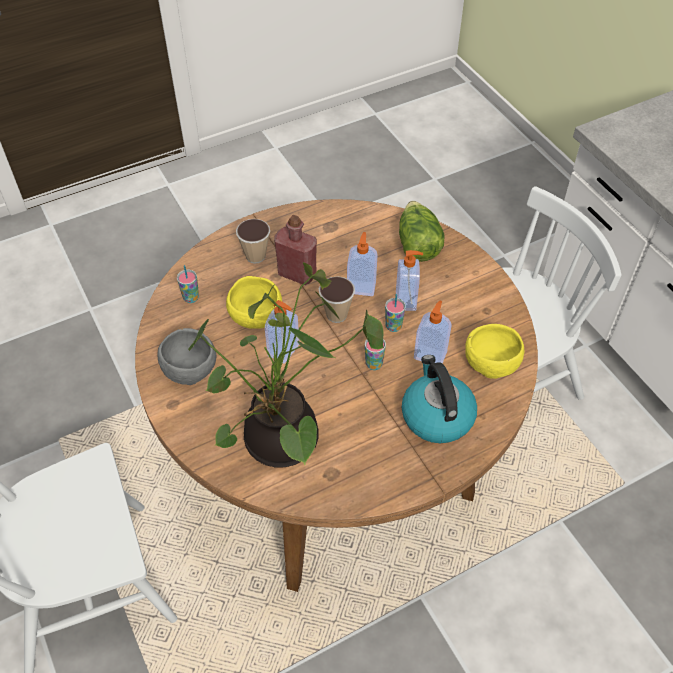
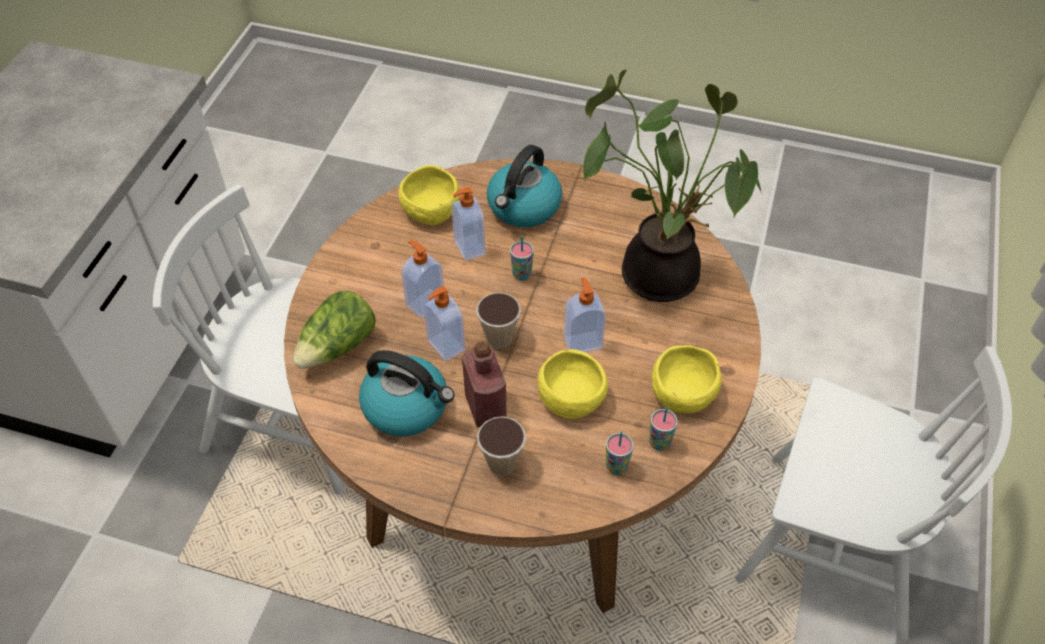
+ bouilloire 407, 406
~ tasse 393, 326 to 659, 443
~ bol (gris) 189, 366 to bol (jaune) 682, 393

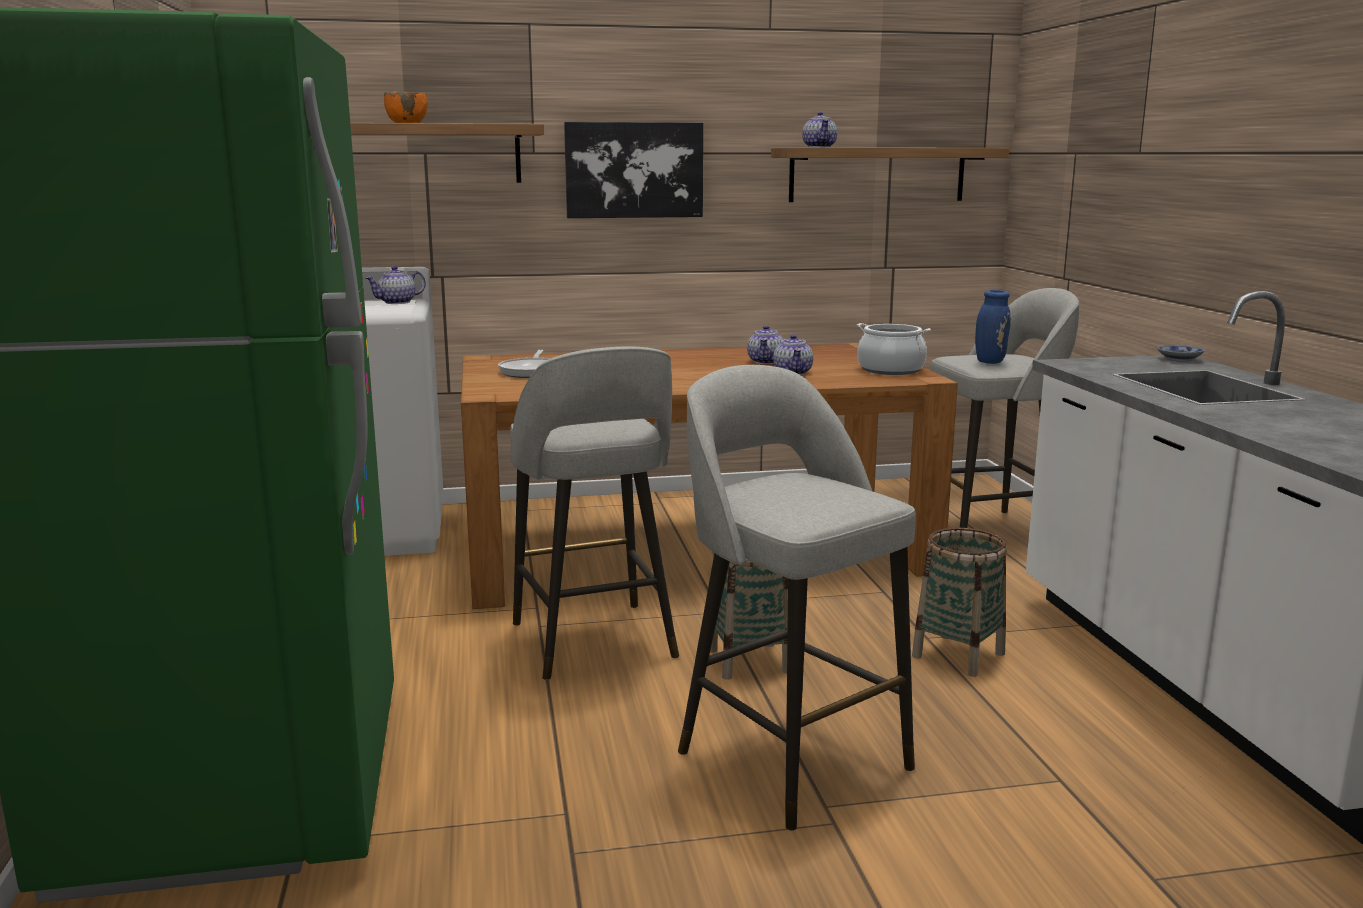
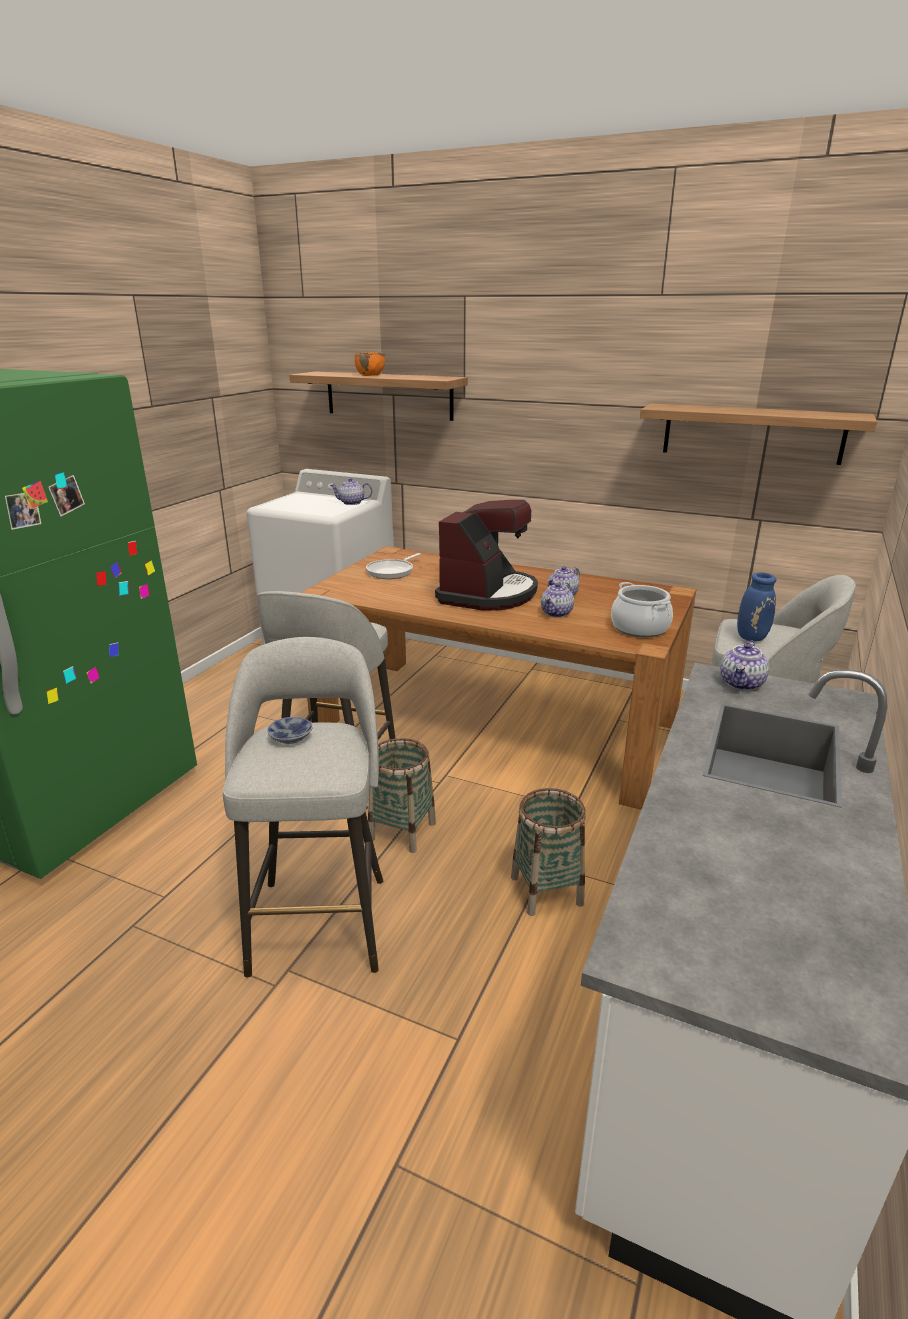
~ bol 1181, 359 to 291, 738
+ machine à café 488, 594
~ théière 820, 147 to 742, 684
- tableau 634, 170

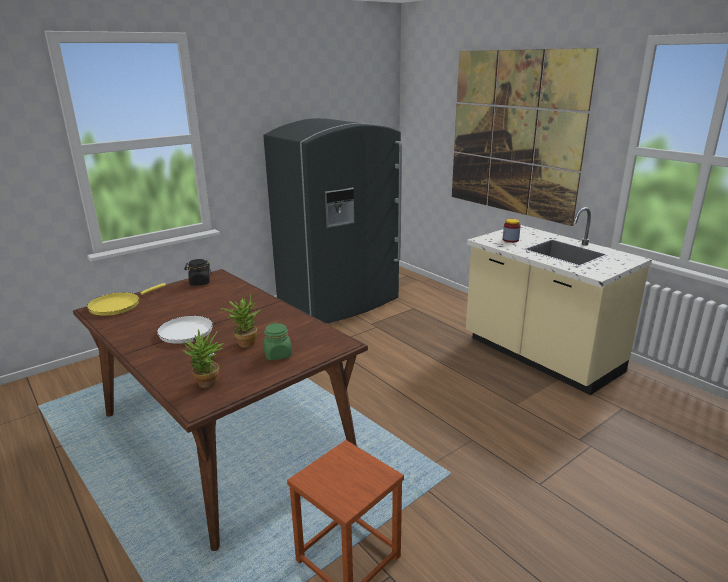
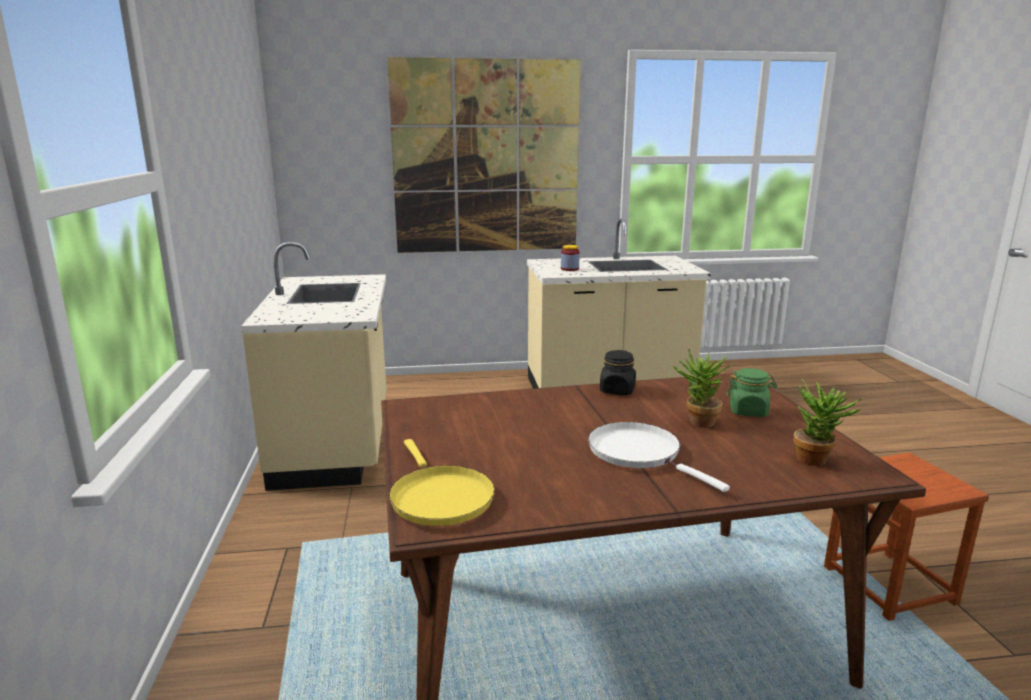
~ réfrigérateur (gris) 340, 302 to comptoir de cuisine (beige) 337, 441
~ poêle (blanc) 188, 334 = 639, 453 60 degrees clockwise
~ bocal (noir) 199, 282 to 617, 390

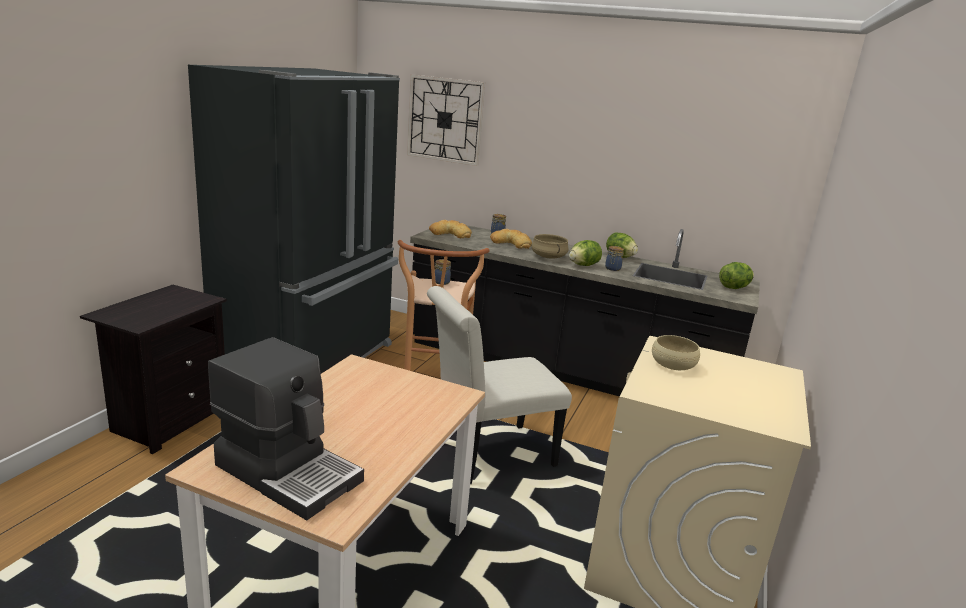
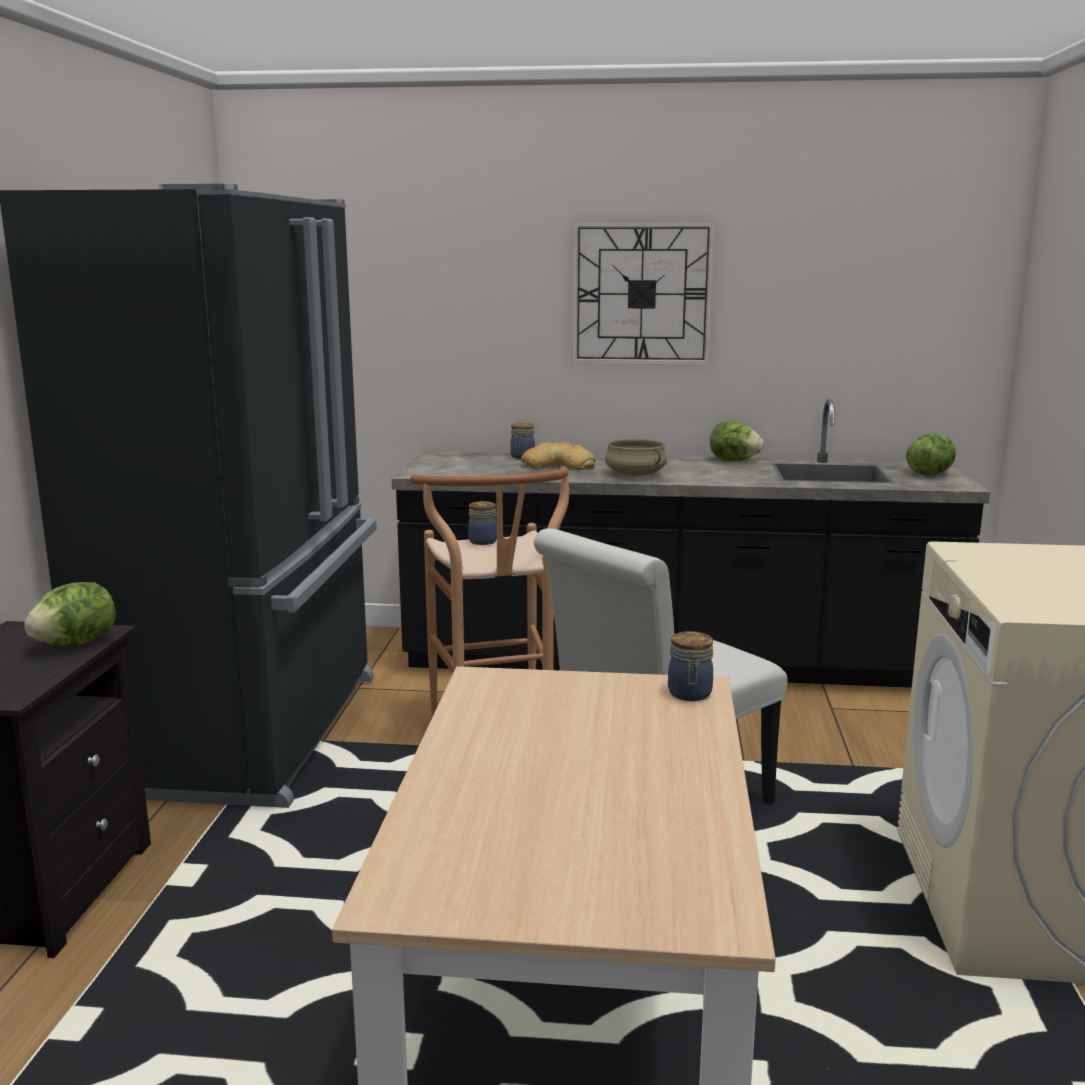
~ laitue 583, 265 to 75, 643
~ horloge murale 445, 120 to 641, 294
~ bocal 612, 269 to 690, 694
- machine à café 289, 472
- pain 450, 234
- bol (beige) 672, 364

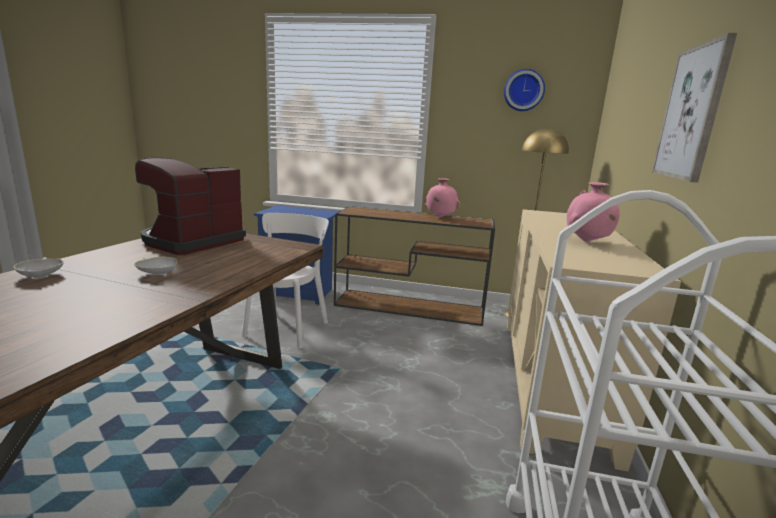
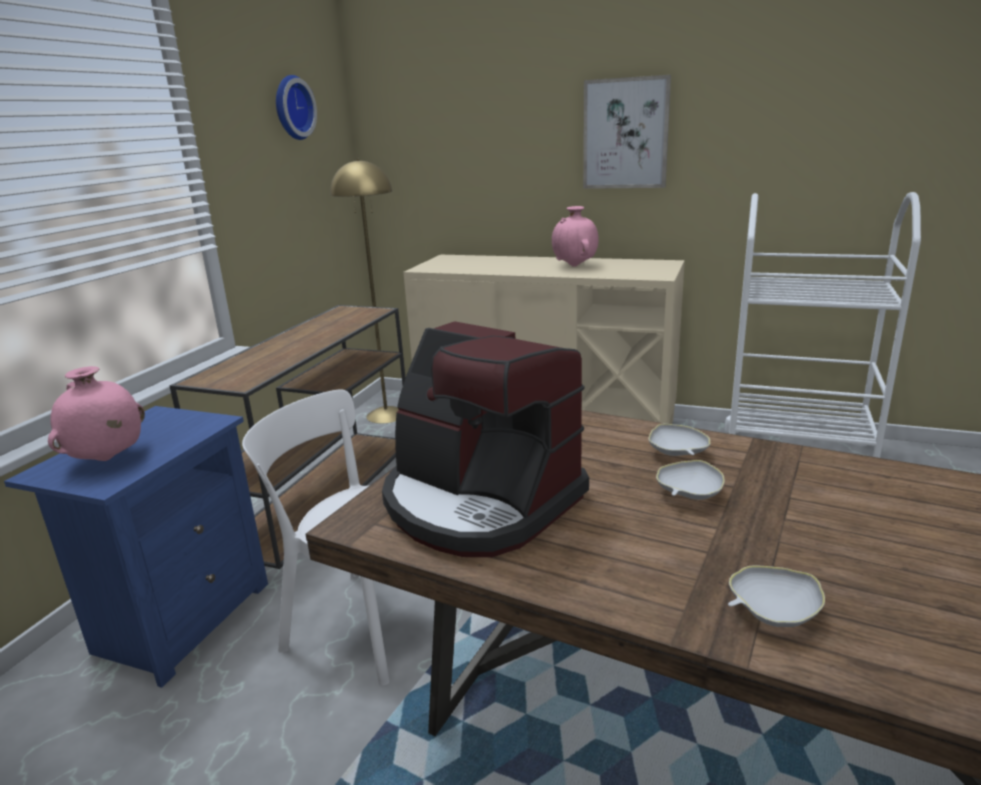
~ vase (rose) 440, 217 to 107, 460
+ bol (blanc) 677, 453

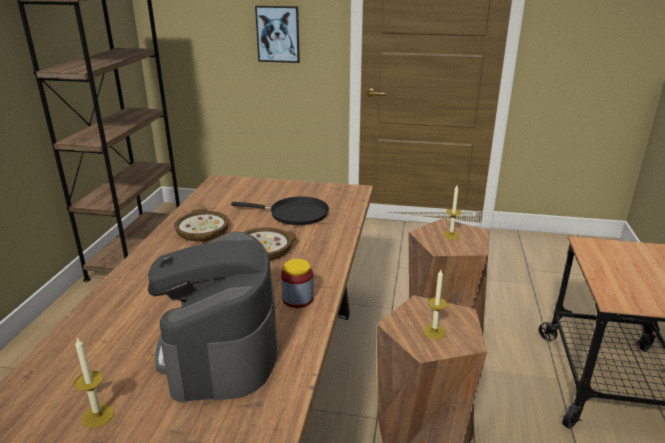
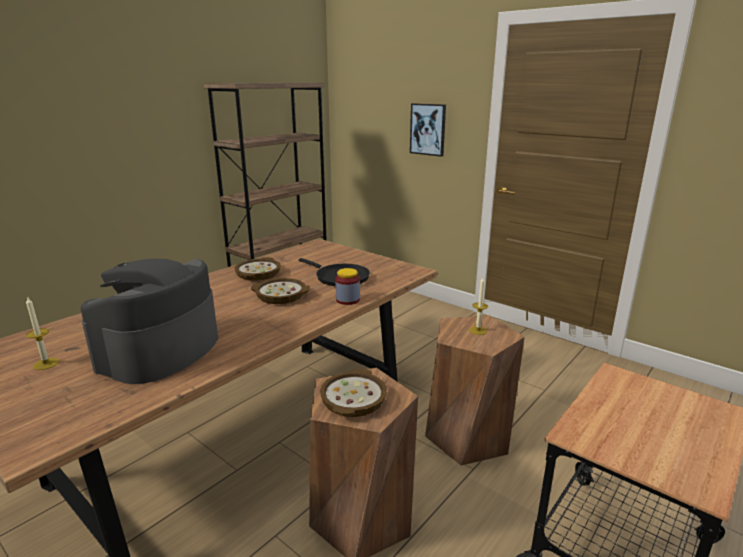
~ bougie 434, 331 to bol 354, 400
~ bocal 298, 299 to 347, 300

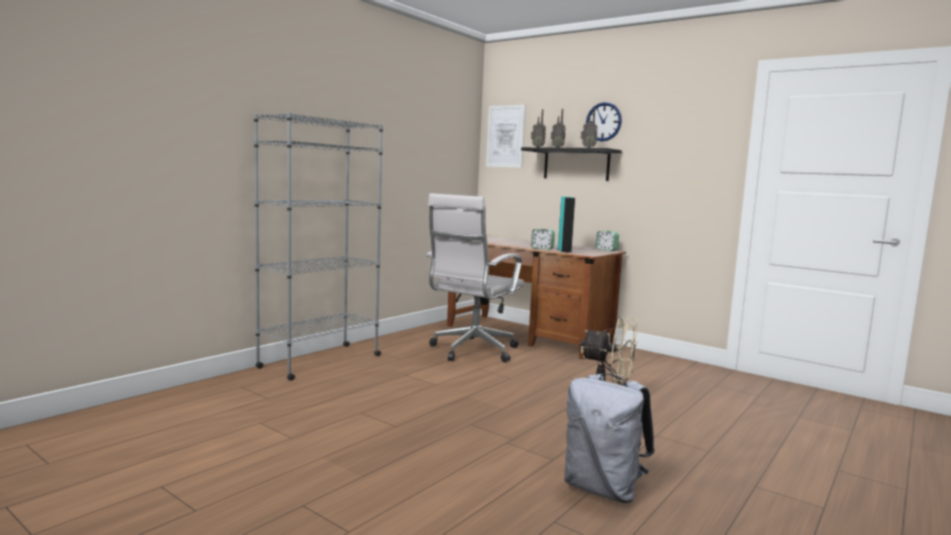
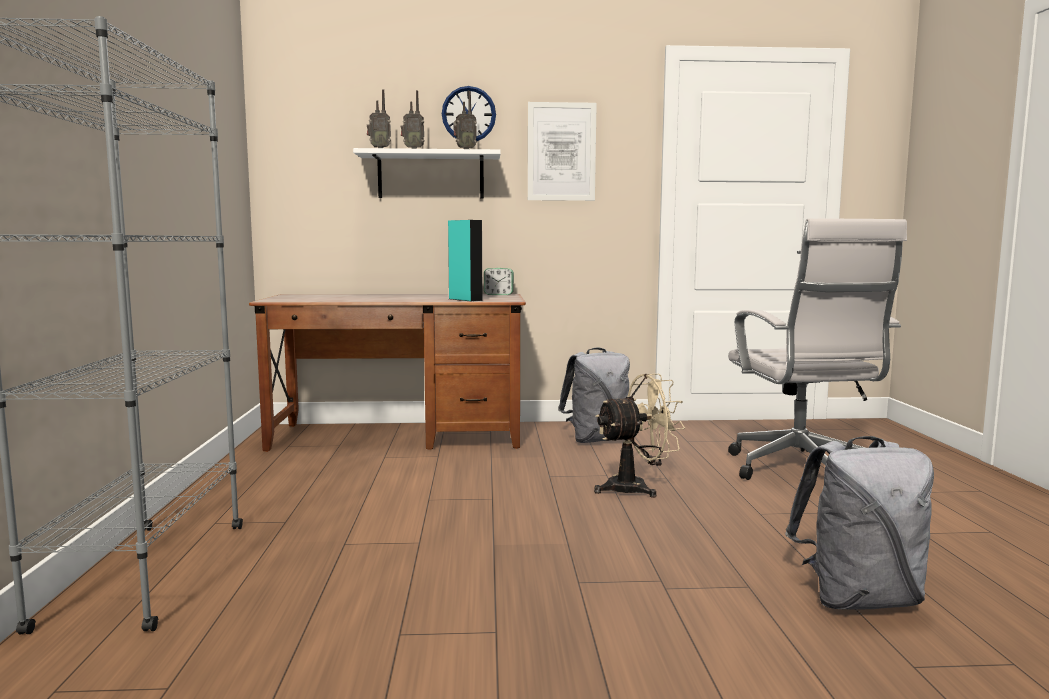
~ étagère (noir) 576, 164 to étagère (blanc) 431, 176
~ tableau 505, 136 to 561, 152
+ sac à dos (gris) 596, 439
~ chaise de bureau (blanc) 471, 351 to 801, 471
- réveil 542, 248

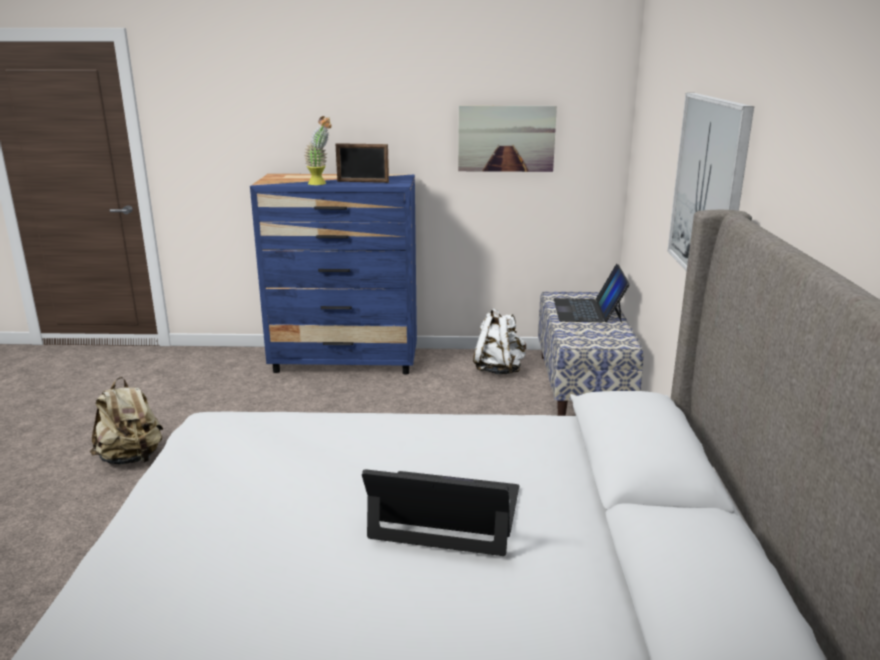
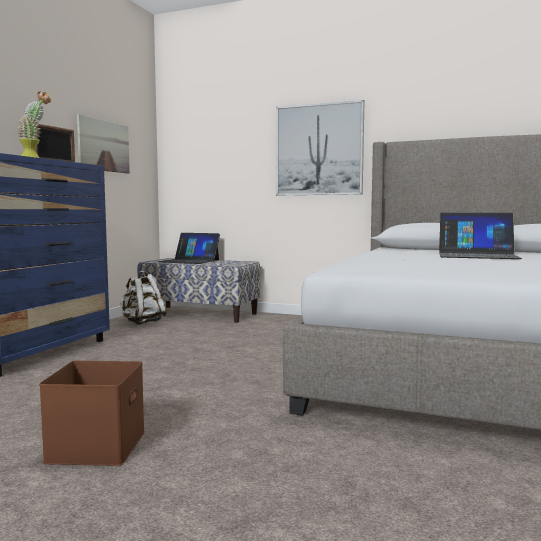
~ sac à dos (beige) 132, 458 to boîte de rangement (marron) 96, 445
~ ordinateur portable 446, 513 = 477, 255 105 degrees counterclockwise

